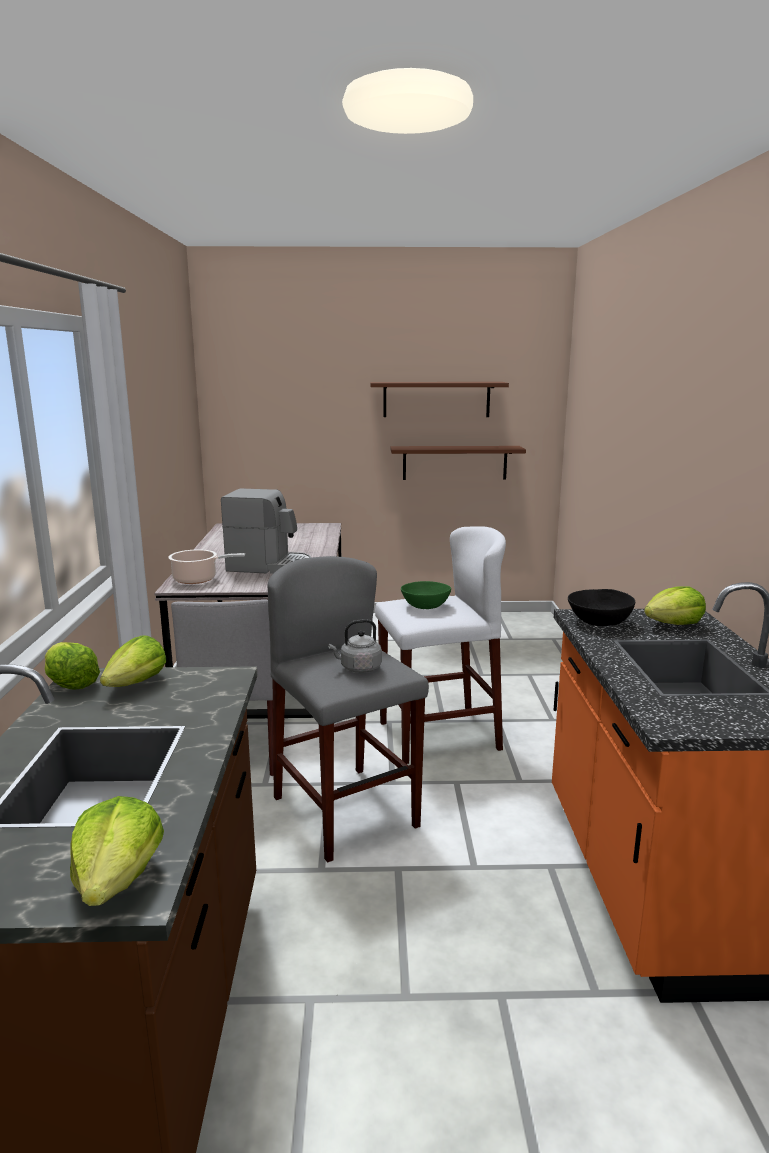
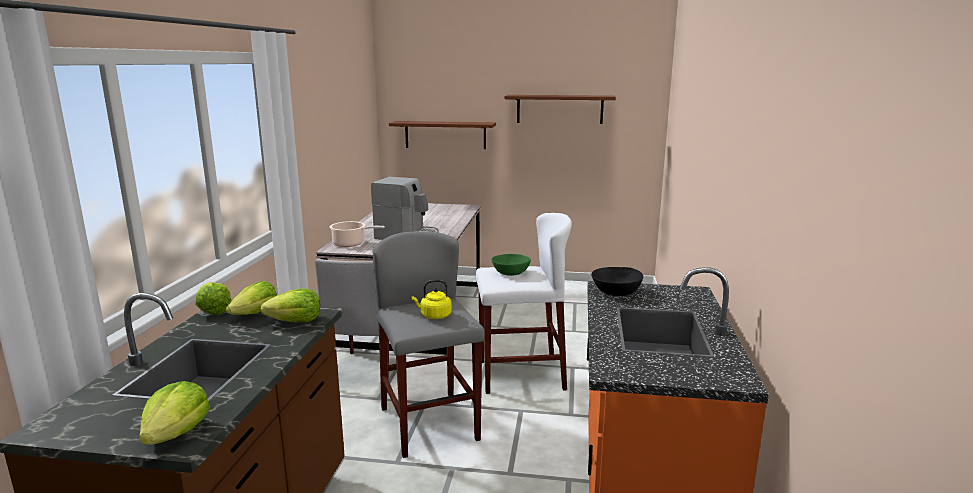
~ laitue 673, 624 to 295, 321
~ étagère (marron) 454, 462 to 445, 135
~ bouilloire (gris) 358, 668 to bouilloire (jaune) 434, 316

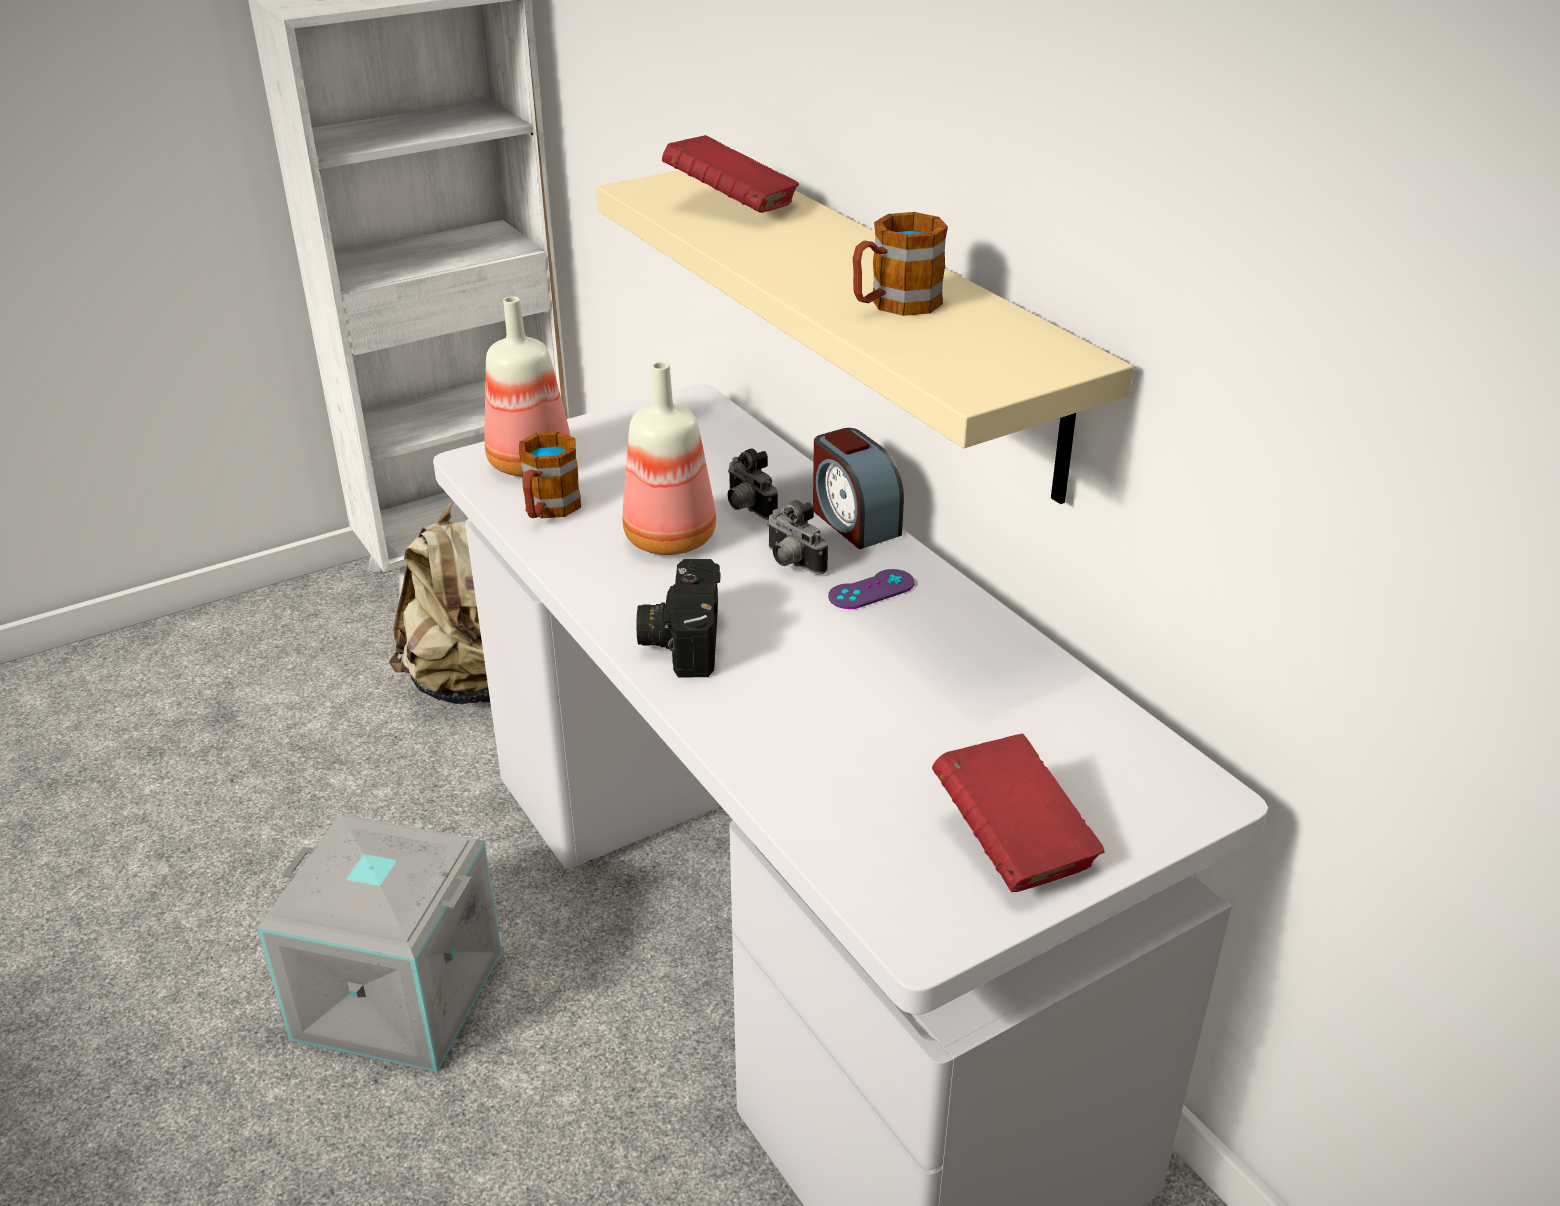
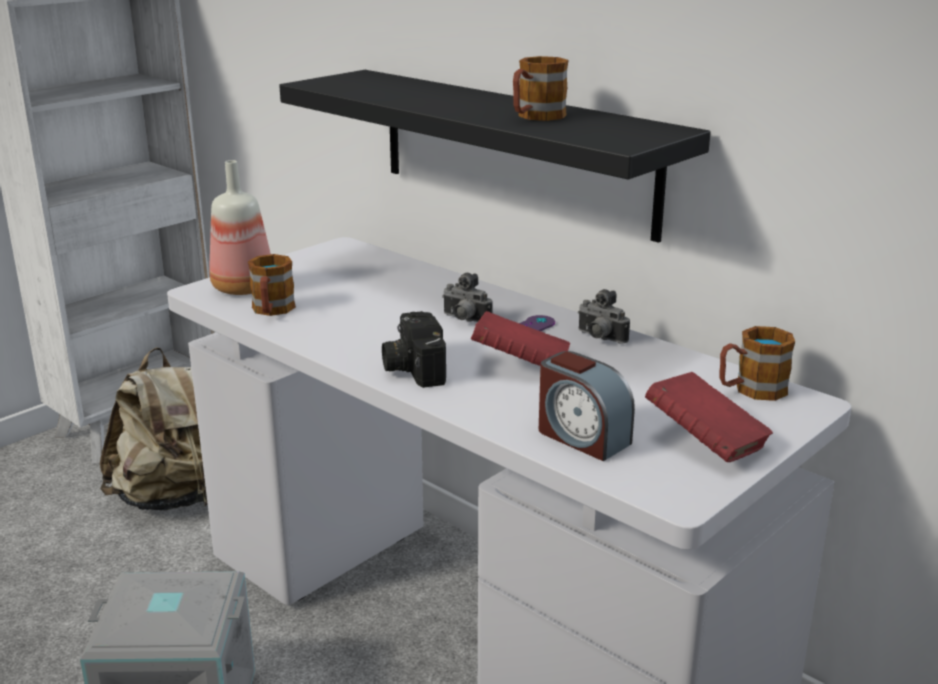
~ étagère (beige) 899, 322 to étagère (noir) 514, 150
~ livre (rouge) 731, 206 to 520, 366
~ réveil 853, 521 to 582, 437
~ appareil photo 747, 508 to 599, 338
+ mug 751, 390
- bouteille 671, 537

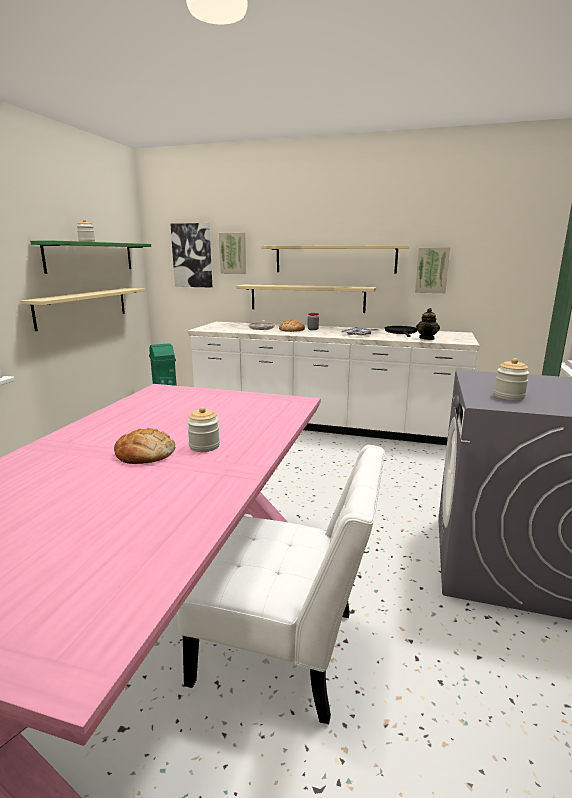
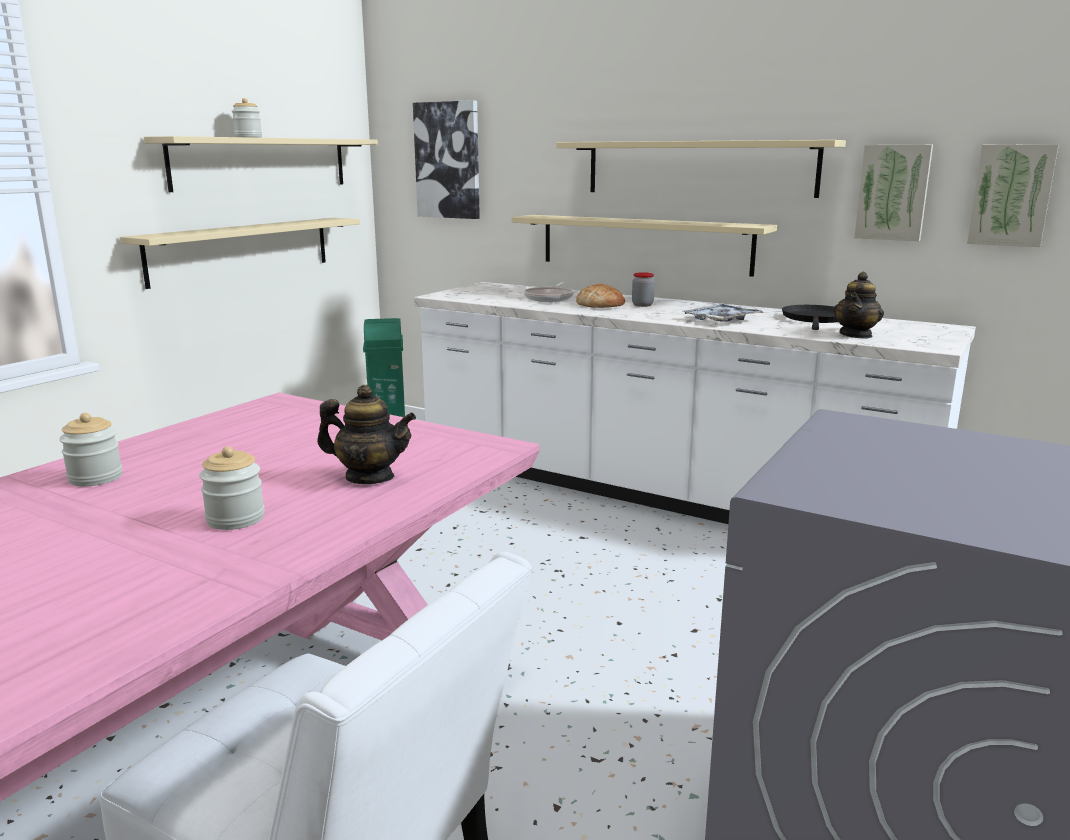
~ bocal 509, 396 to 95, 478
~ étagère (vert) 91, 257 to étagère (beige) 262, 163
+ théière 369, 477
~ tableau 233, 253 to 1011, 195
- pain 145, 453

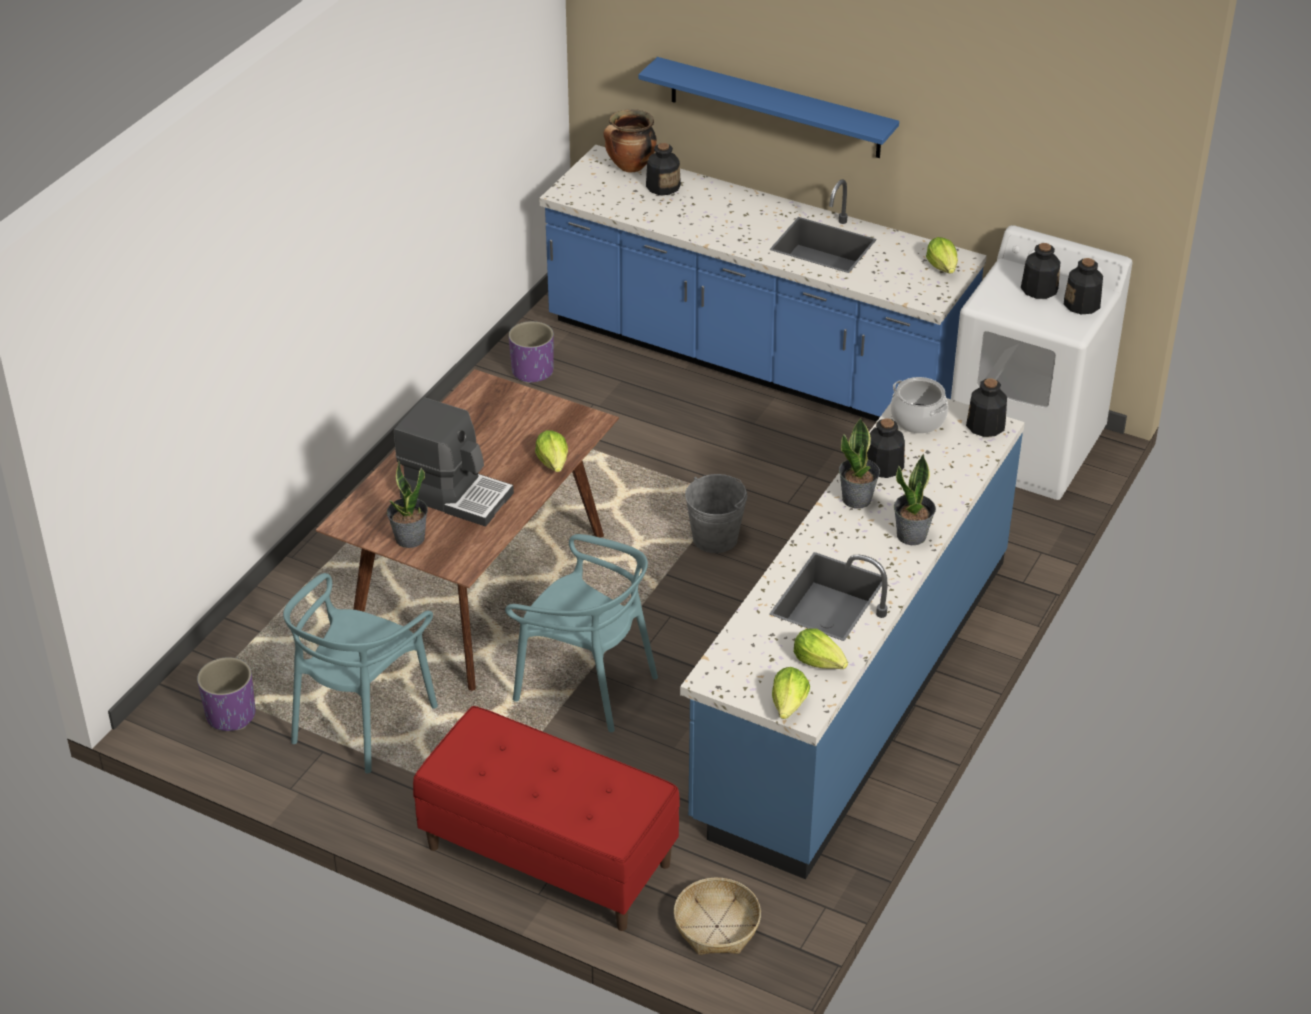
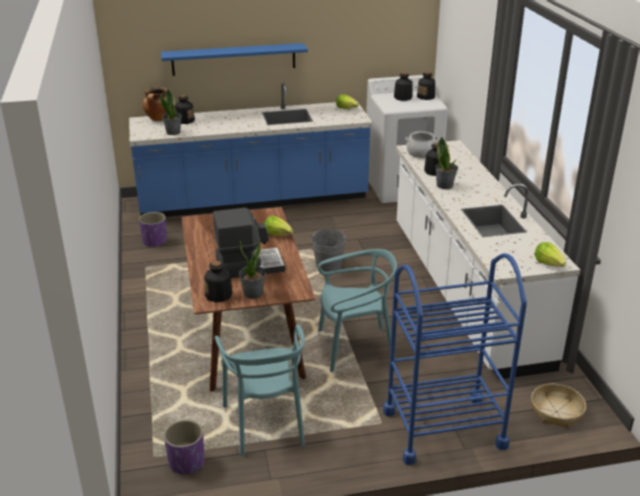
~ plante en pot 912, 535 to 173, 132
~ bouteille 985, 426 to 219, 295
~ banc (rouge) 548, 856 to chariot (bleu) 444, 429
~ comptoir de cuisine (bleu) 852, 688 to comptoir de cuisine (blanc) 464, 291
- laitue 819, 661

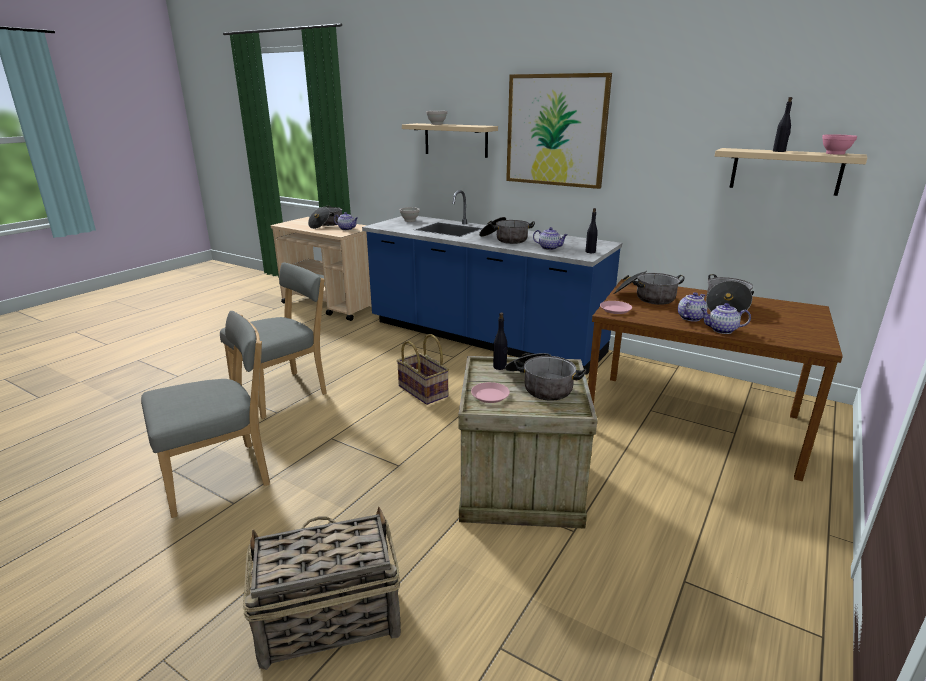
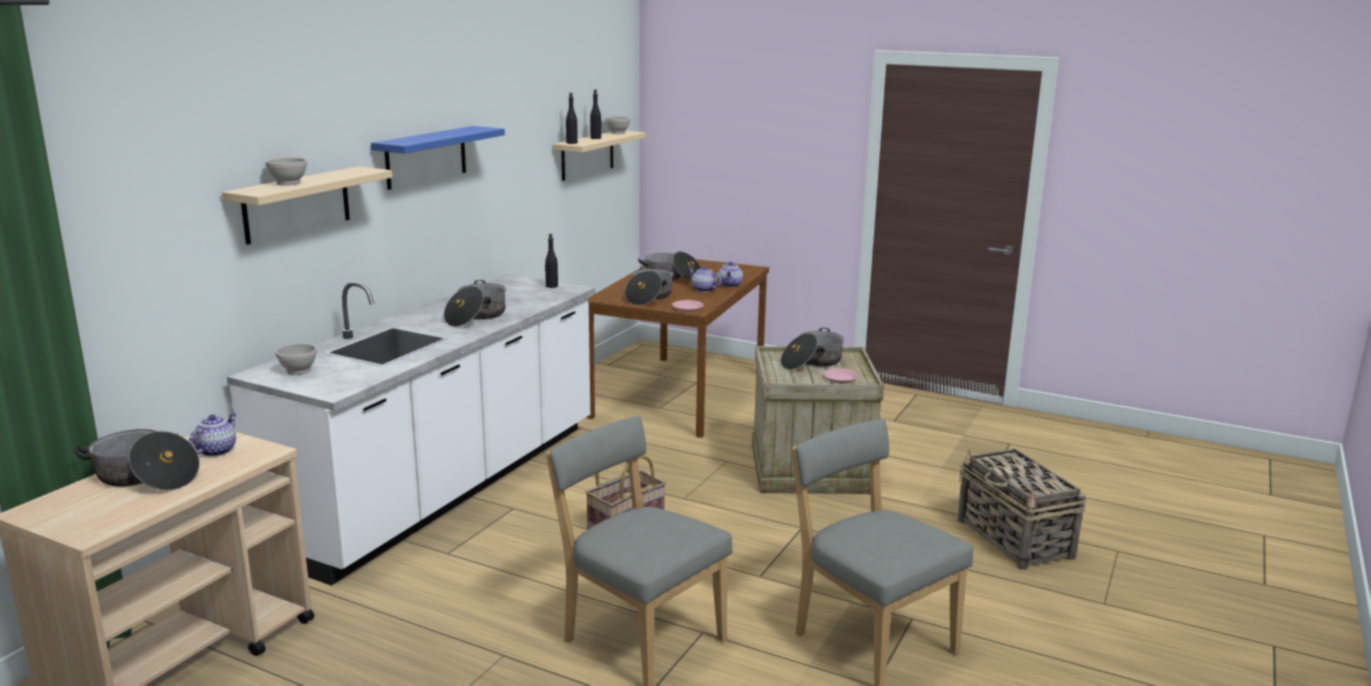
~ comptoir de cuisine (bleu) 483, 338 to comptoir de cuisine (blanc) 446, 488
~ tableau 556, 130 to étagère (bleu) 426, 157
~ bouteille (noir) 500, 367 to 572, 143
~ bol (rose) 834, 153 to bol (blanc) 617, 133
- théière 550, 248

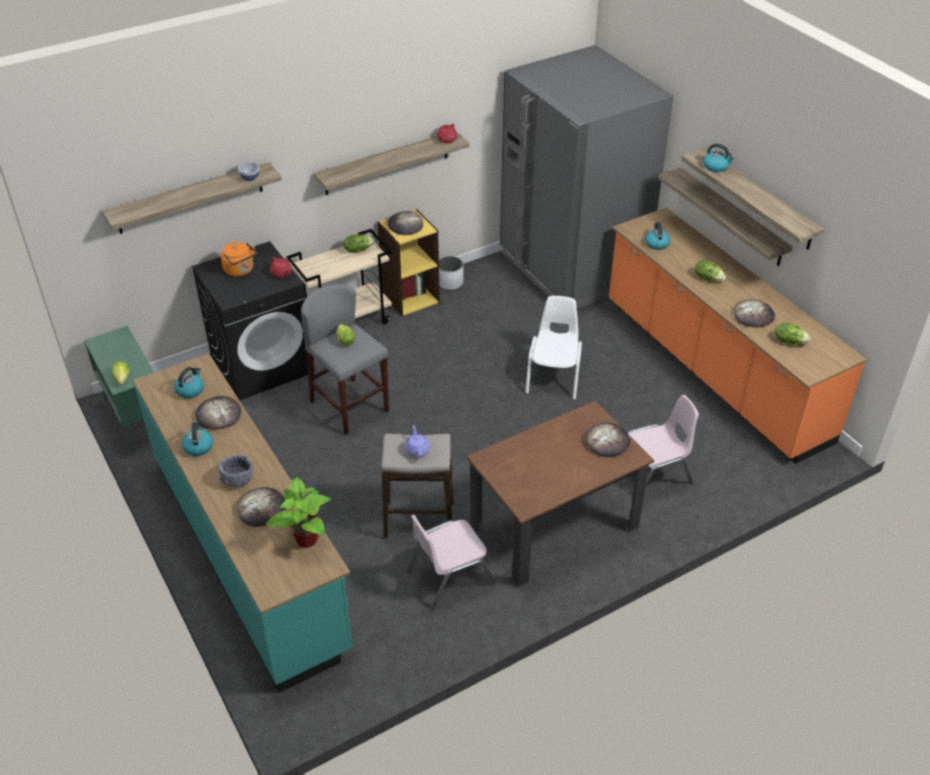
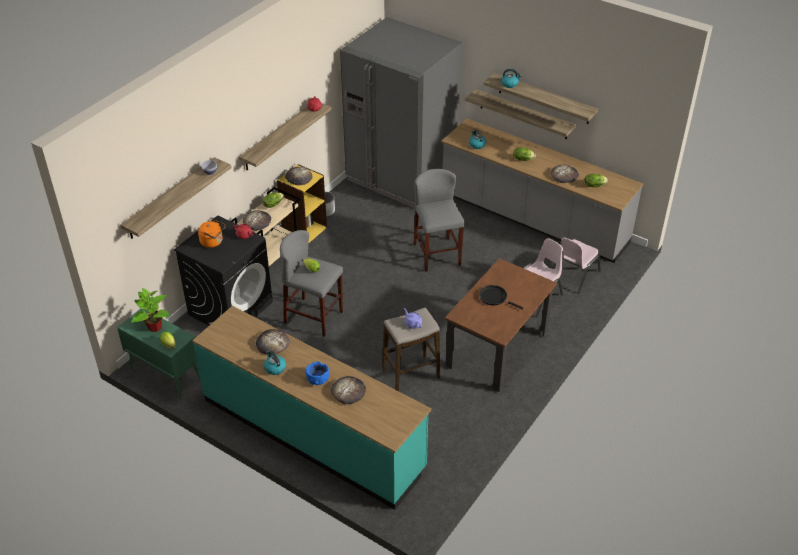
~ plante en pot 306, 538 to 155, 327
~ pain 607, 441 to 257, 221
~ bol (gris) 237, 479 to bol (bleu) 317, 379
~ chaise (blanc) 554, 377 to tabouret (gris) 437, 255
~ comptoir de cuisine (orange) 713, 371 to comptoir de cuisine (gris) 533, 220
+ poêle (noir) 495, 297
~ chaise (rose) 450, 576 to 573, 275
- bouilloire 190, 390

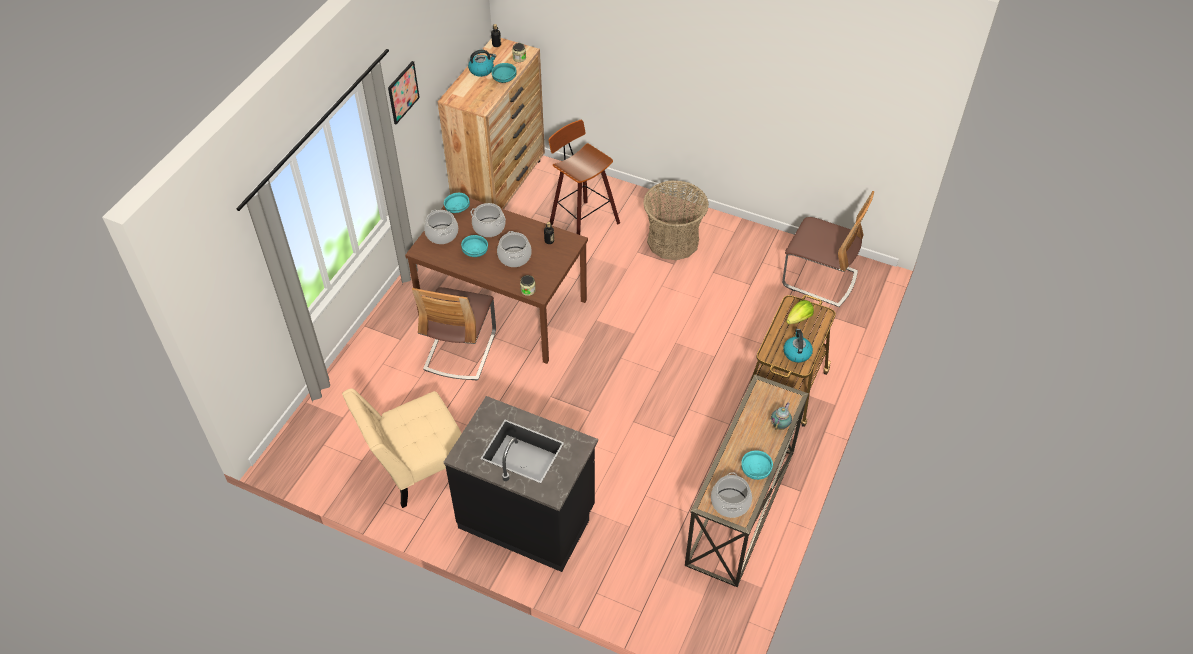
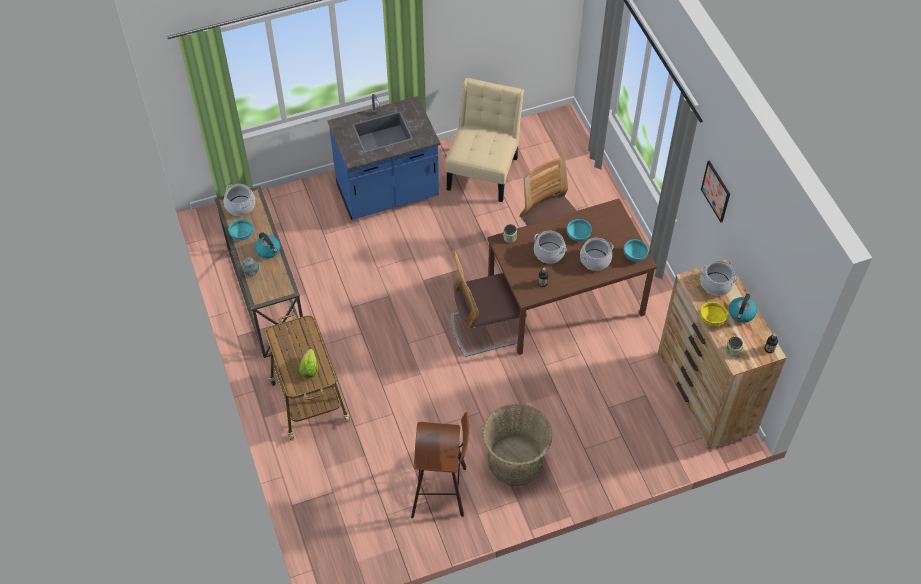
~ bouilloire 796, 353 to 268, 250
~ comptoir de cuisine (noir) 527, 517 to comptoir de cuisine (bleu) 388, 194
~ tabouret 581, 223 to 441, 489
~ chaise 819, 279 to 486, 328
~ marmite 442, 234 to 716, 284
~ bol (turquoise) 504, 79 to bol (jaune) 712, 319

